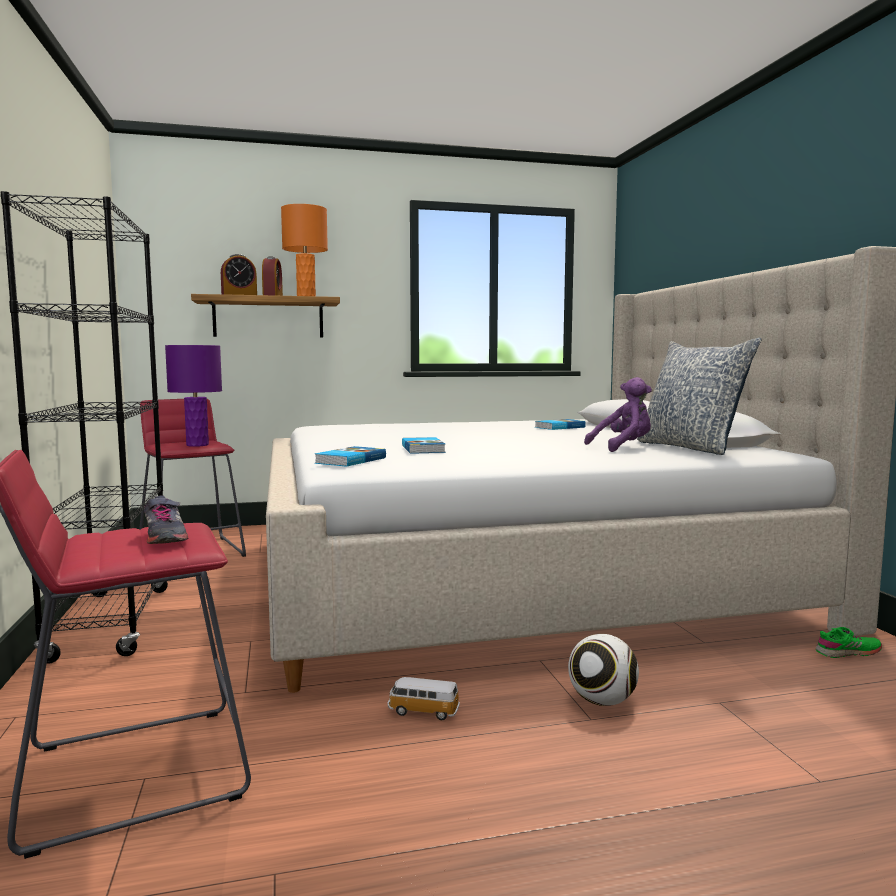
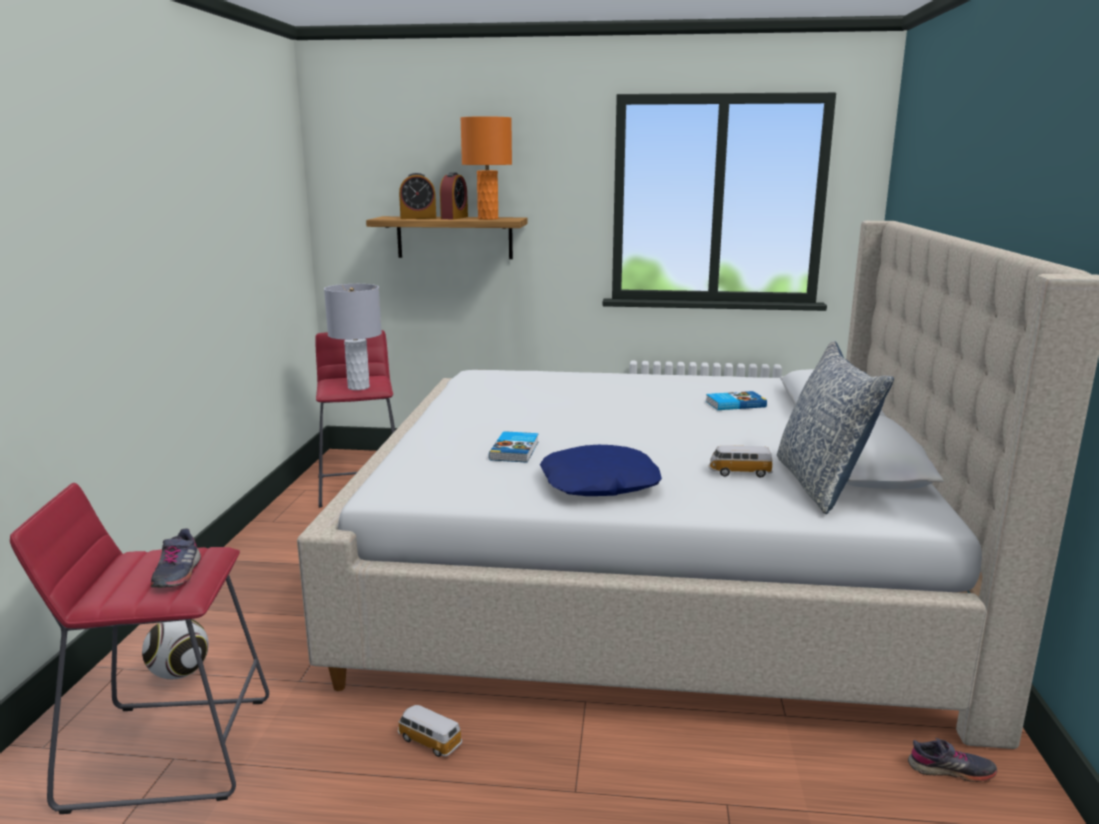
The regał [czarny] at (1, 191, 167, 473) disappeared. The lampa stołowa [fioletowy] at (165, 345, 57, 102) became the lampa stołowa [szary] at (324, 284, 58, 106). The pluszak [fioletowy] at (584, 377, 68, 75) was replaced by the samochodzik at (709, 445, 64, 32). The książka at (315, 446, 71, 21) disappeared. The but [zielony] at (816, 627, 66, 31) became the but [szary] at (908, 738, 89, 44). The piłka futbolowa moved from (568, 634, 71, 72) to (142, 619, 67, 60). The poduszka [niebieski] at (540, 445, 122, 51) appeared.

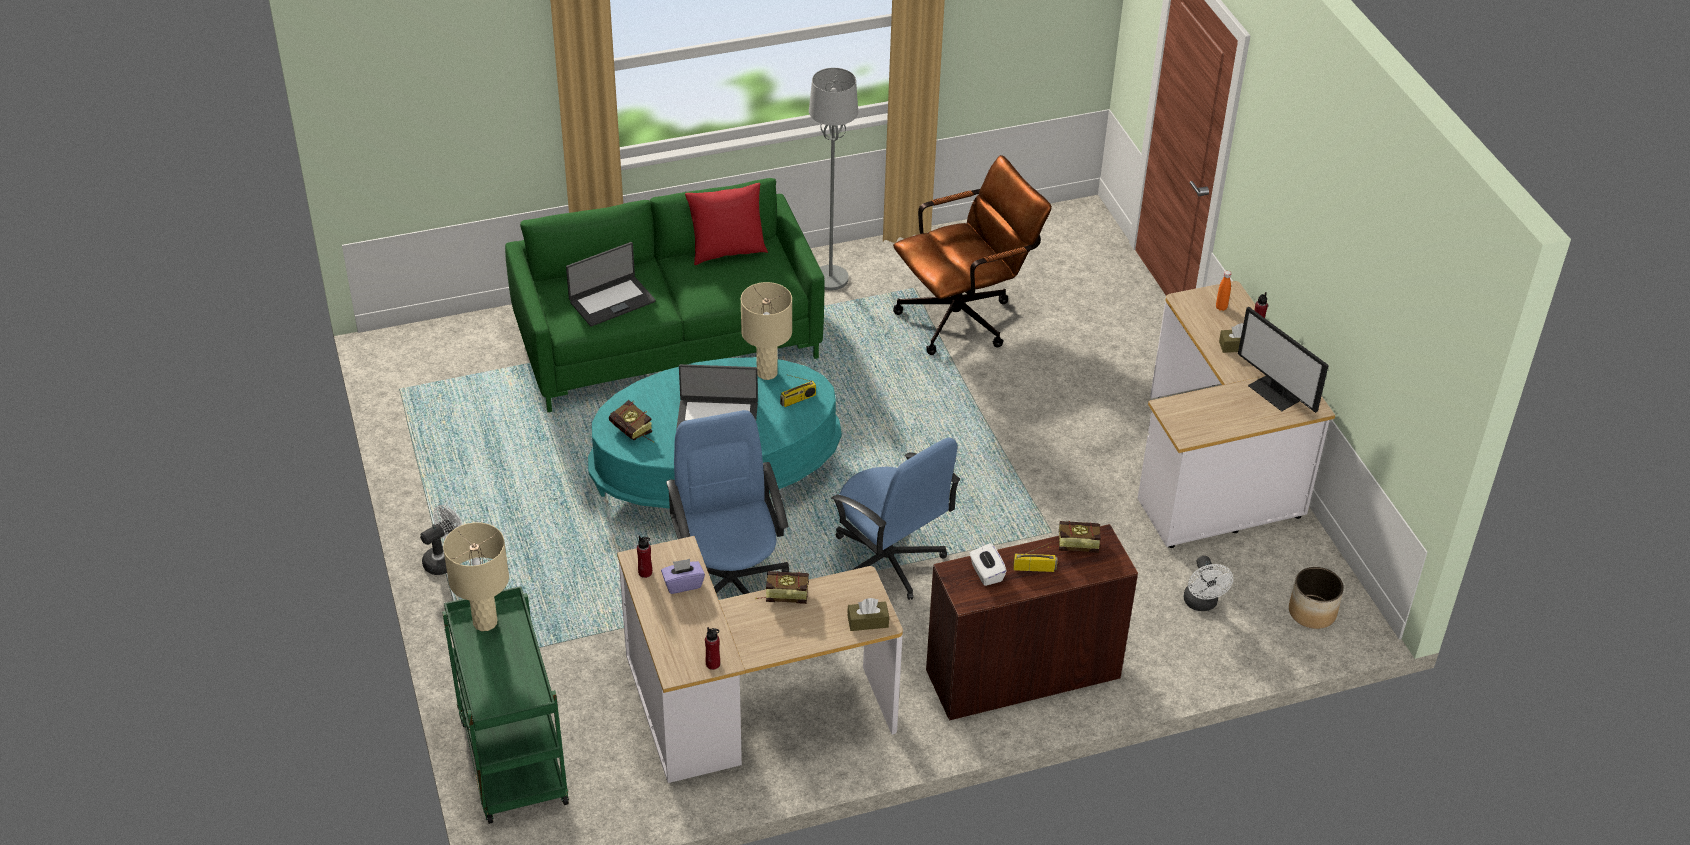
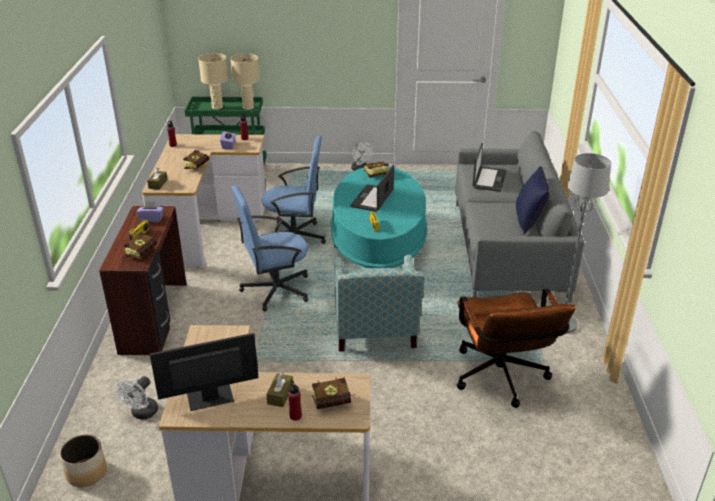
The kanapa [zielony] at (505, 178, 320, 234) became the kanapa [szary] at (455, 131, 129, 172). The poduszka [czerwony] at (685, 183, 83, 82) became the poduszka [niebieski] at (516, 166, 34, 68). The laptop at (566, 242, 90, 85) turned 150 degrees counterclockwise. The butelka [pomarańczowy] at (1216, 271, 15, 40) was replaced by the książka at (312, 377, 43, 32). The lampa stołowa [beżowy] moved from (741, 282, 51, 98) to (198, 53, 30, 56). The pudełko chusteczek [biały] at (969, 543, 38, 43) became the pudełko chusteczek [fioletowy] at (136, 201, 28, 21). The wentylator [biały] at (1184, 556, 49, 55) turned 75 degrees counterclockwise. The fotel at (334, 255, 91, 97) appeared.

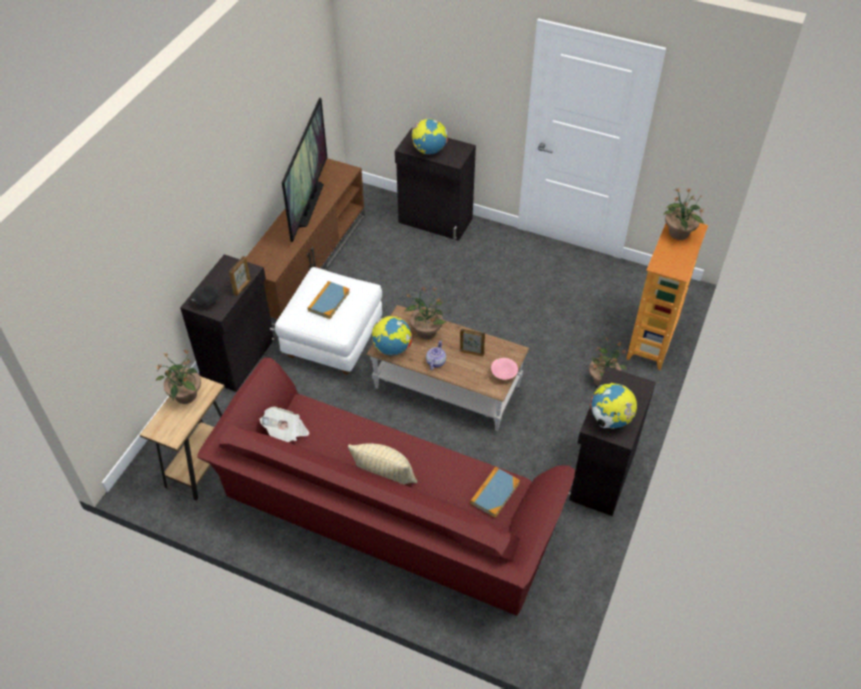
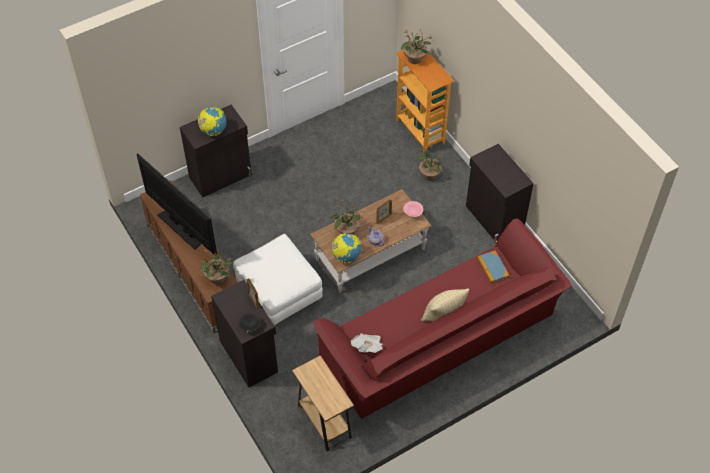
The książka at (308, 281, 42, 38) disappeared. The roślina doniczkowa moved from (156, 349, 45, 55) to (200, 250, 33, 34). The globus at (590, 383, 47, 46) disappeared.

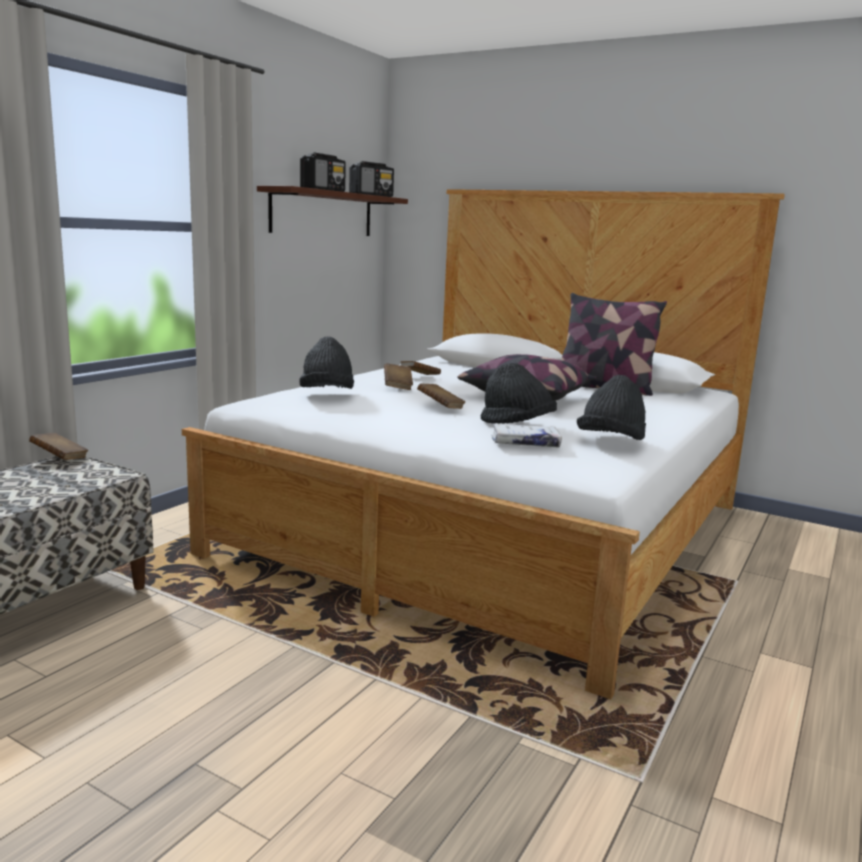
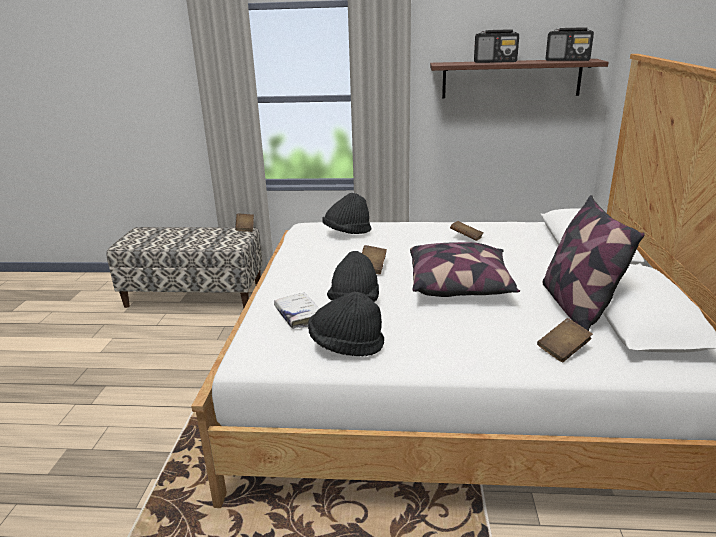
The książka [brązowy] moved from (384, 363, 29, 27) to (537, 318, 56, 44).

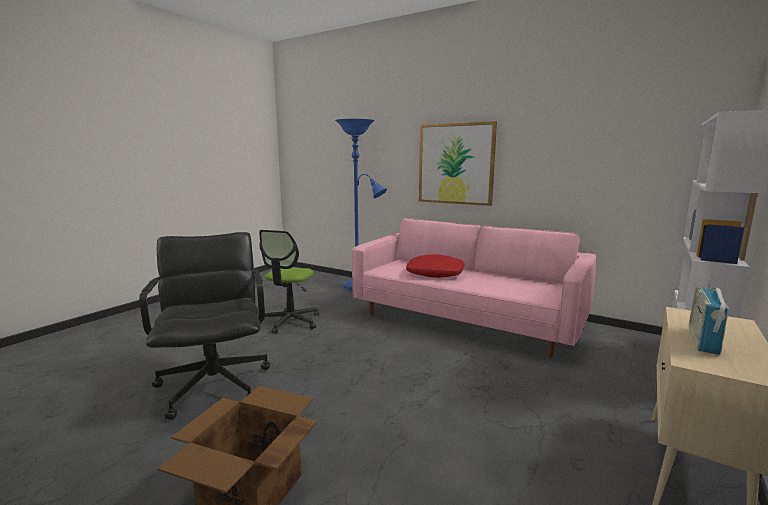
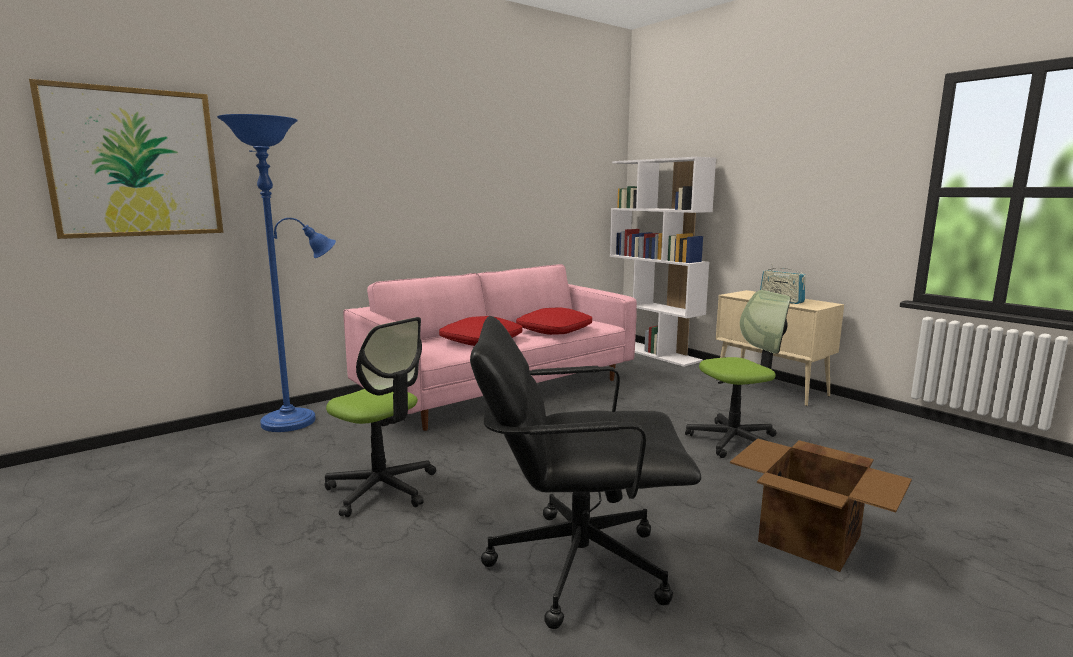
The obraz moved from (419, 121, 78, 85) to (29, 79, 195, 160). The krzesło biurowe at (685, 290, 106, 168) appeared. The poduszka [czerwony] at (516, 307, 76, 28) appeared.

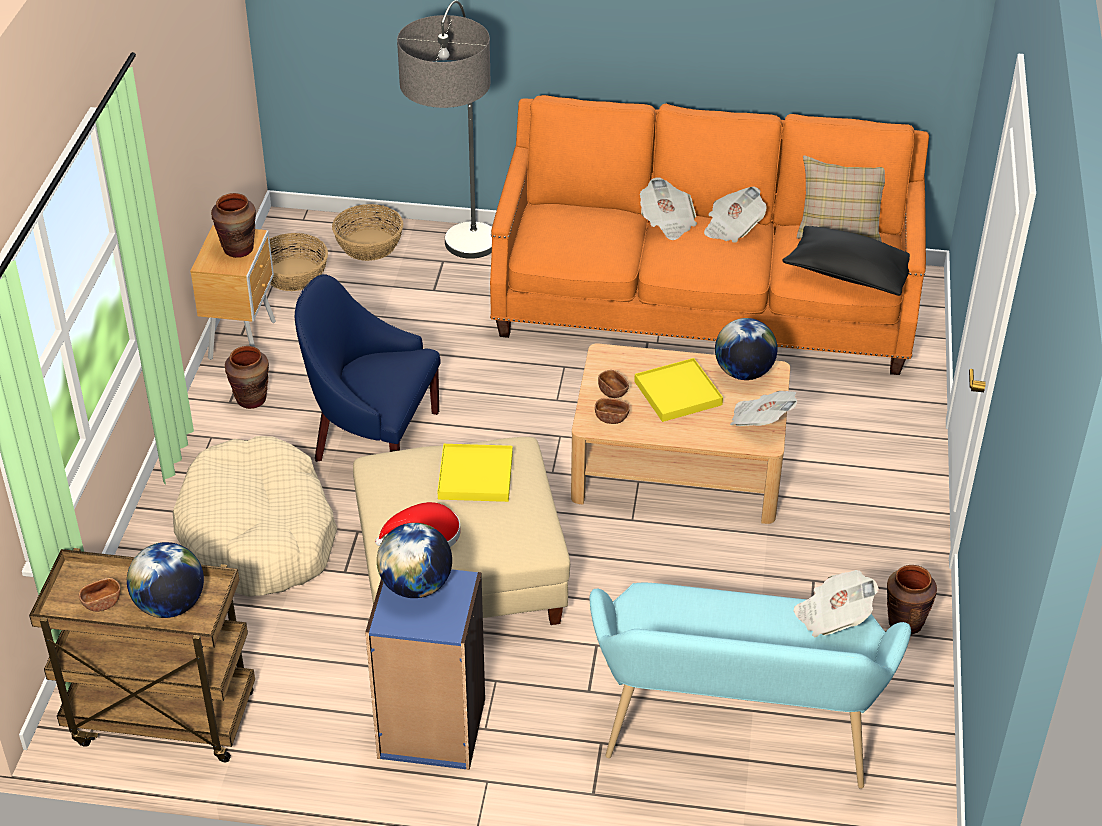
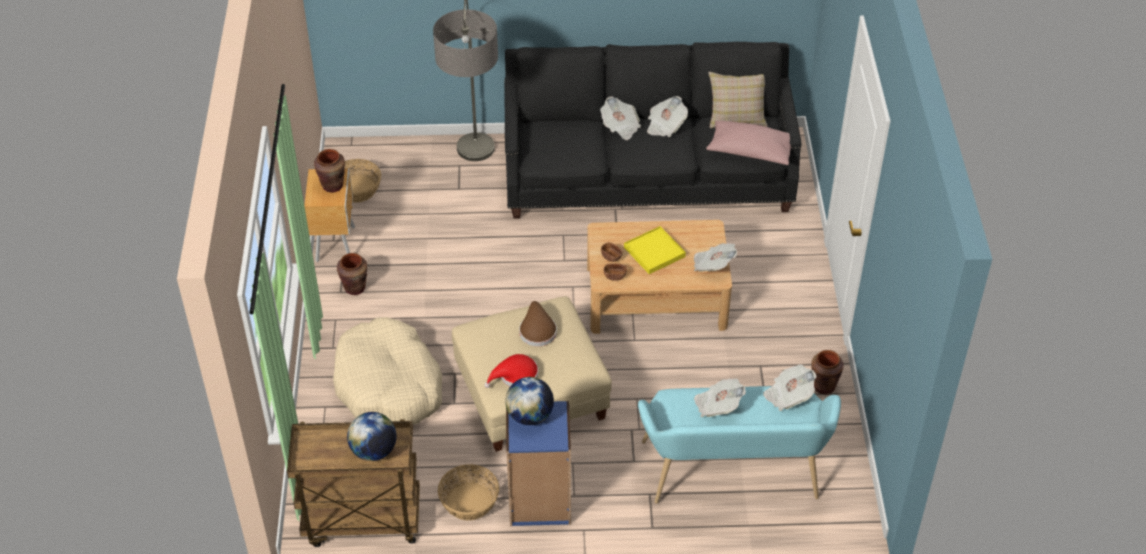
The kanapa [pomarańczowy] at (490, 95, 439, 280) became the kanapa [czarny] at (504, 42, 298, 177). The koszyk moved from (332, 204, 71, 57) to (438, 464, 61, 56). The poduszka [czarny] at (782, 226, 128, 70) became the poduszka [różowy] at (706, 120, 85, 45). The fotel [niebieski] at (295, 274, 146, 188) disappeared. The globus at (715, 318, 62, 62) disappeared. The taca [żółty] at (438, 444, 75, 58) was replaced by the kapelusz [brązowy] at (519, 301, 38, 45). The miska [brązowy] at (79, 578, 42, 34) disappeared. The gazeta at (694, 378, 52, 39) appeared.

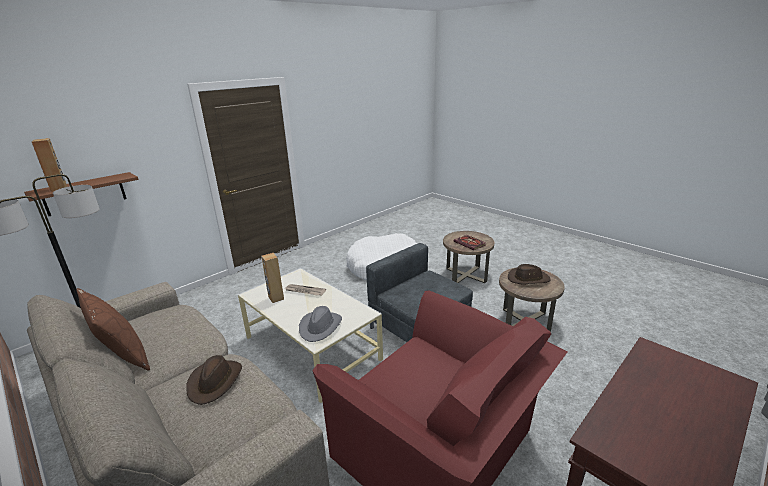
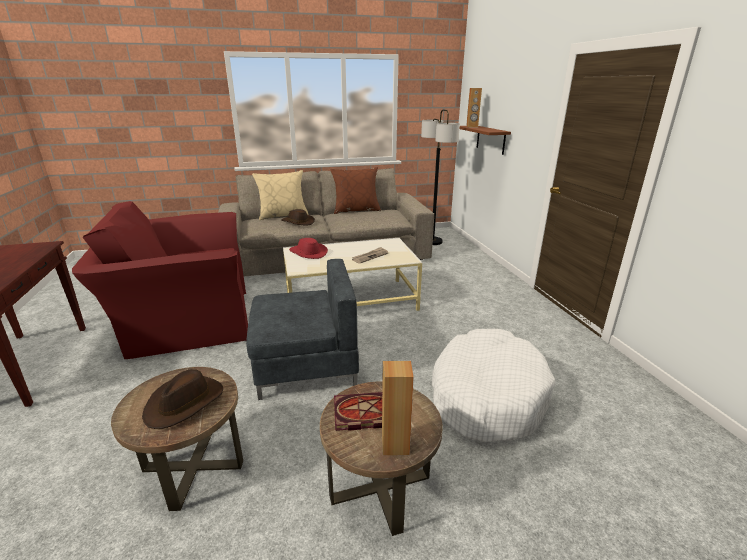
The głośnik [brązowy] moved from (261, 253, 23, 50) to (382, 361, 32, 94). The kapelusz [szary] at (299, 306, 43, 36) became the kapelusz [czerwony] at (289, 238, 39, 21). The poduszka [beżowy] at (252, 170, 57, 50) appeared.

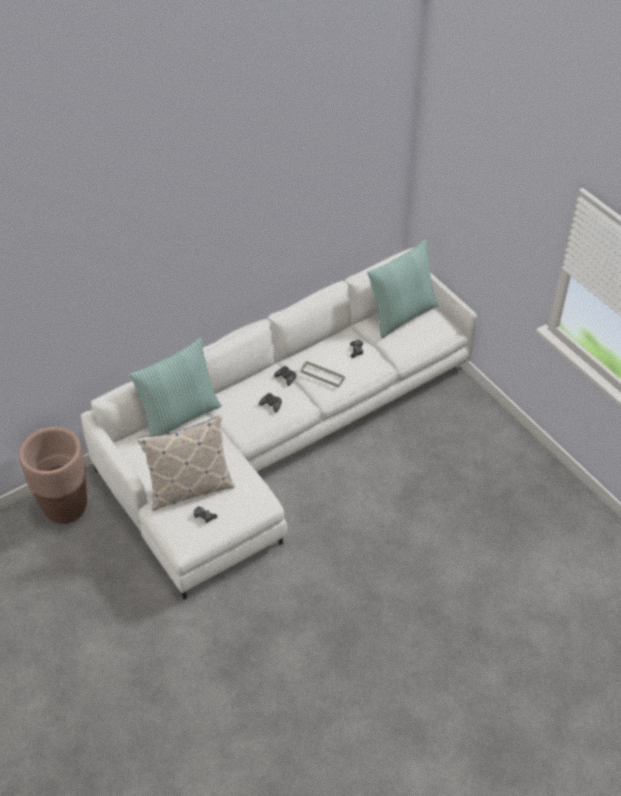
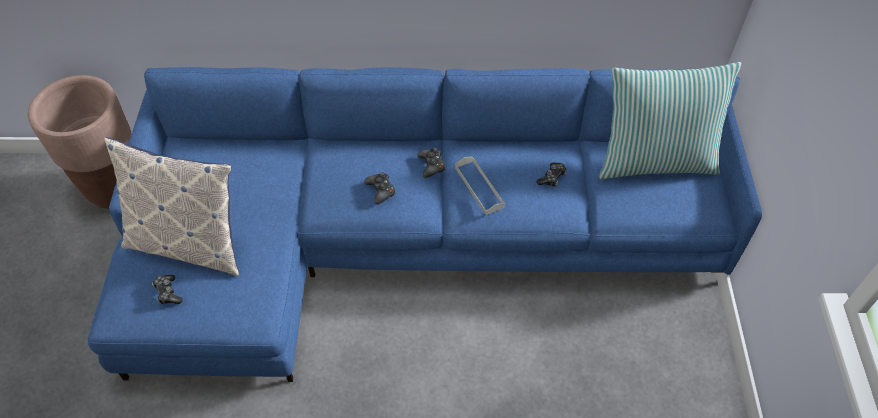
The kanapa [biały] at (80, 248, 397, 352) became the kanapa [niebieski] at (88, 67, 674, 315). The poduszka at (129, 338, 93, 98) disappeared.

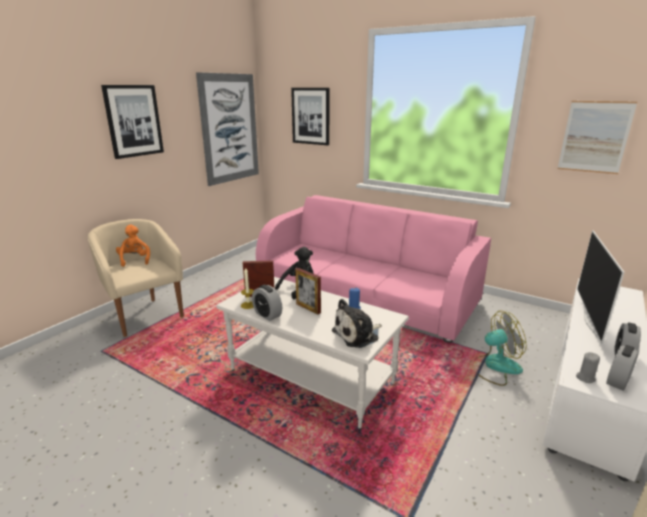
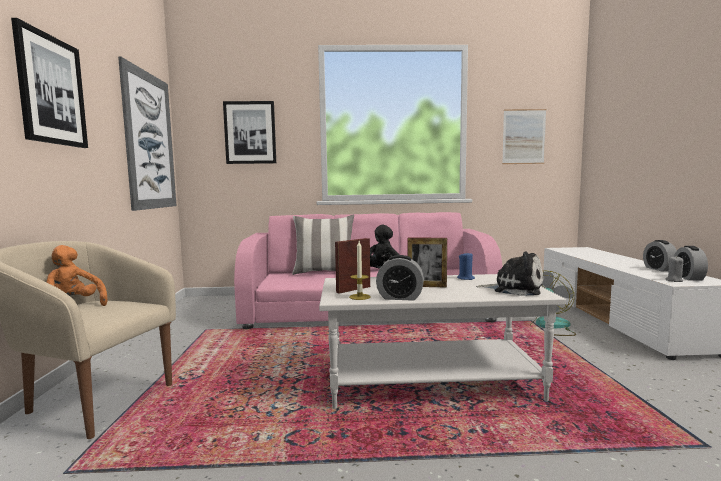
The telewizor at (577, 230, 47, 114) disappeared. The pluszak at (332, 299, 50, 49) turned 90 degrees counterclockwise. The poduszka at (292, 215, 62, 60) appeared.

